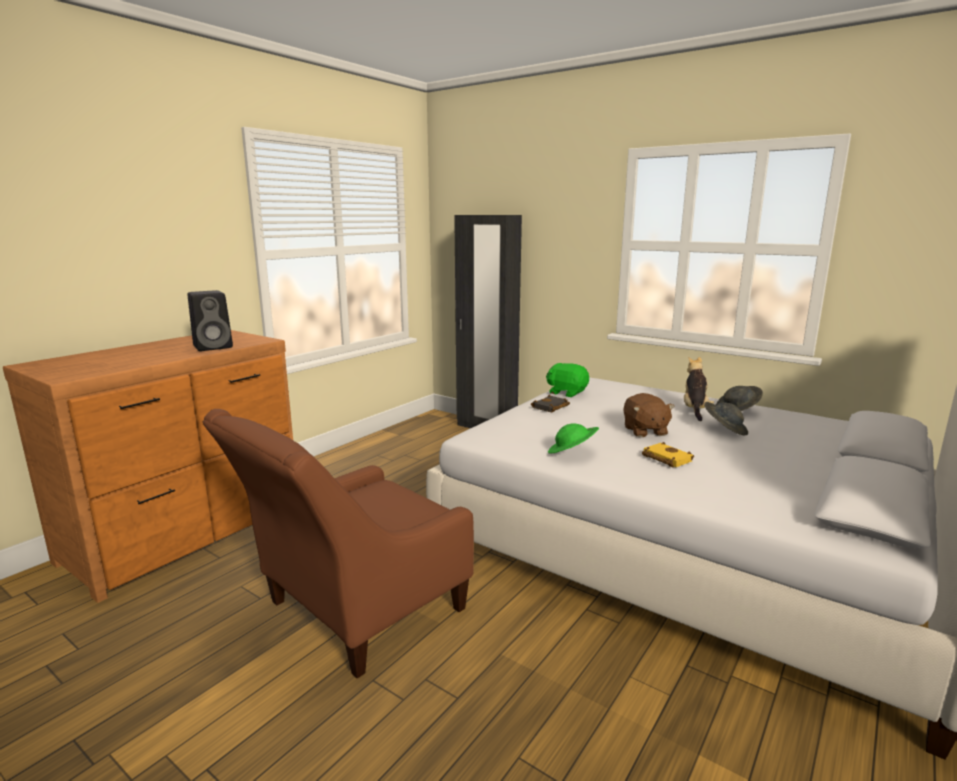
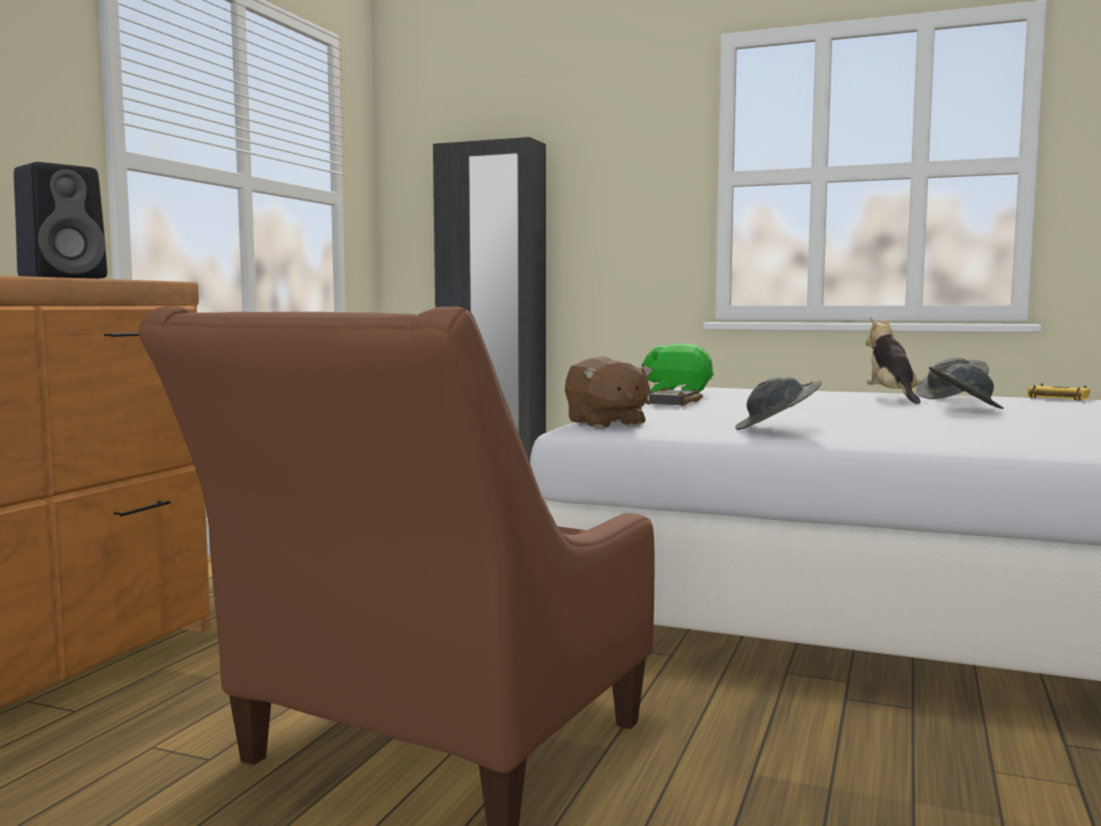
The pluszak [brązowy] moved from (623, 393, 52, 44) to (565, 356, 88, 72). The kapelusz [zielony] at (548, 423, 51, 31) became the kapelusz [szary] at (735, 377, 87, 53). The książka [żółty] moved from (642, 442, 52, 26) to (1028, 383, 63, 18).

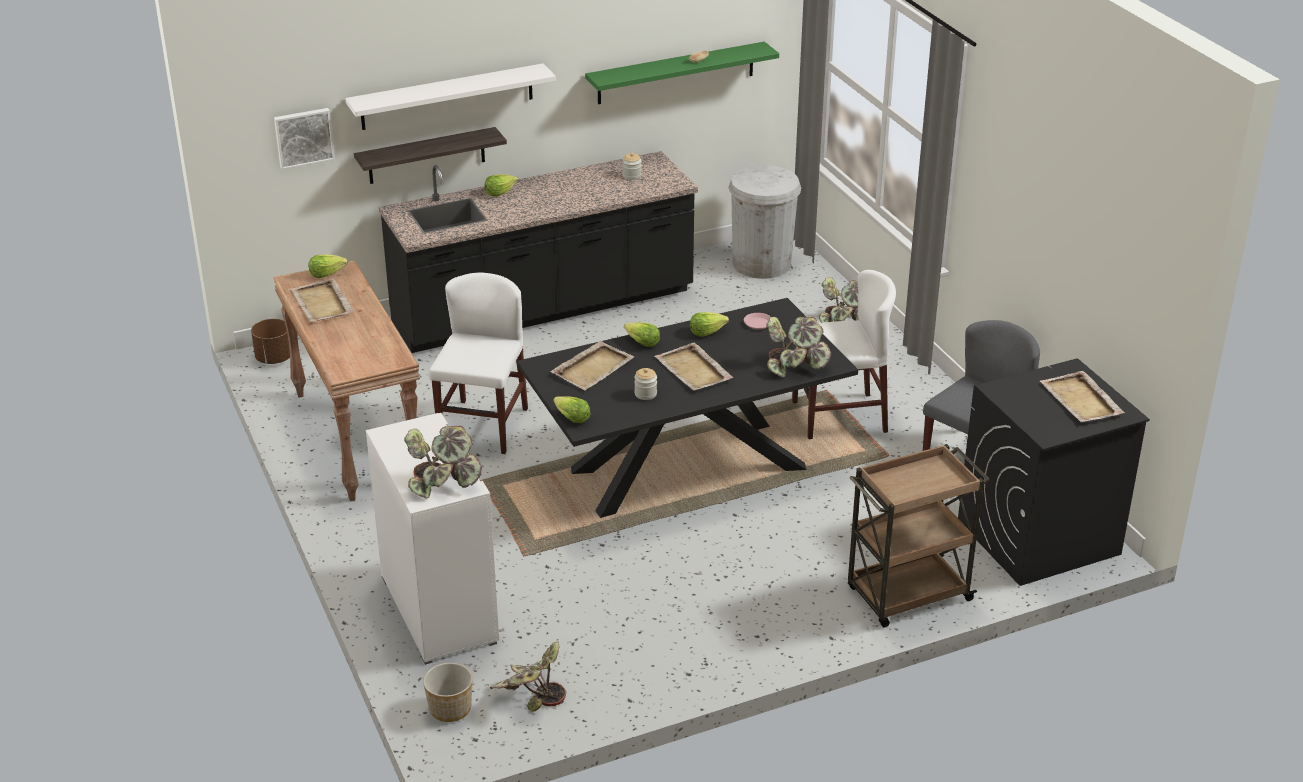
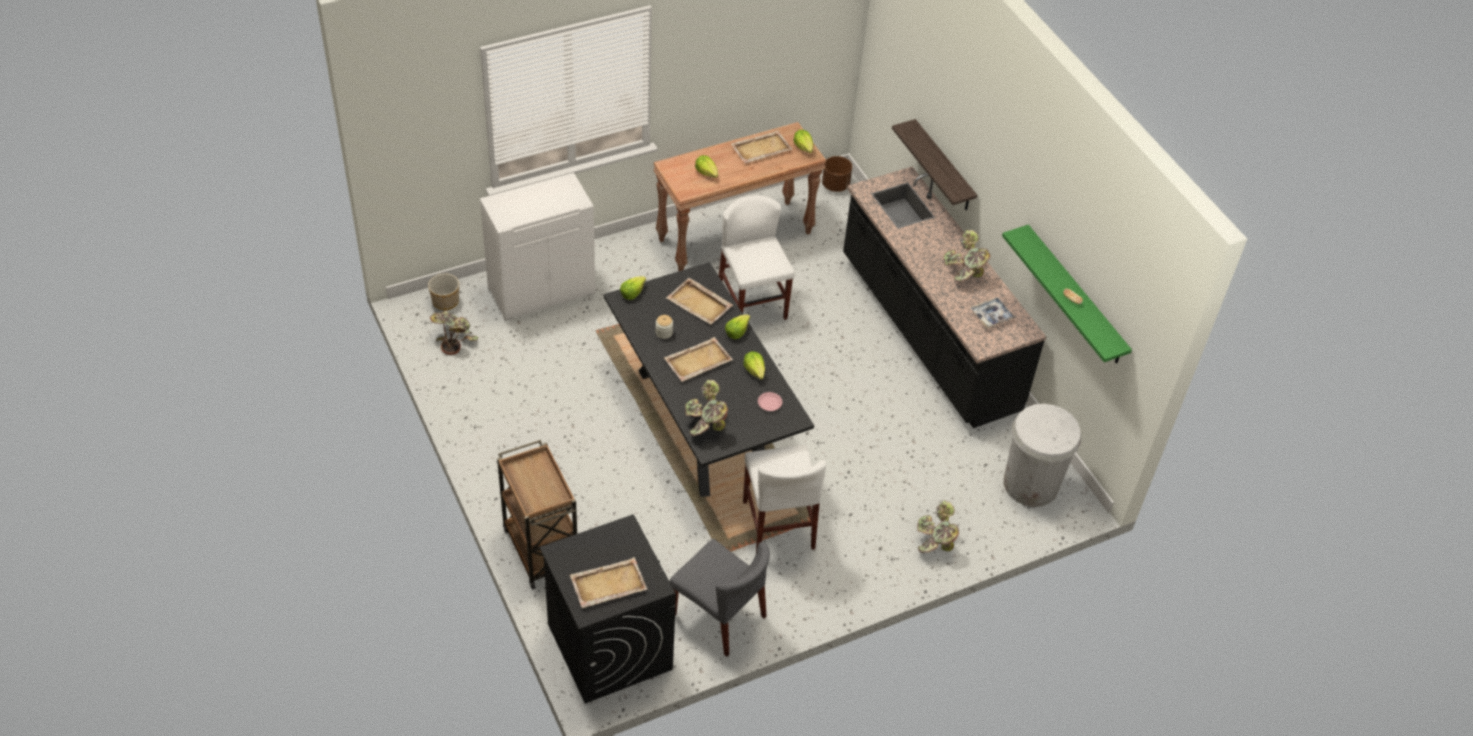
The półka [biały] at (345, 63, 211, 67) disappeared. The obraz at (274, 108, 61, 62) disappeared. The słoik at (622, 153, 19, 27) was replaced by the taca at (970, 297, 45, 31). The sałata moved from (485, 174, 33, 23) to (695, 155, 23, 23). The krzesło [biały] at (429, 273, 99, 181) turned 120 degrees counterclockwise. The roślina doniczkowa moved from (404, 426, 78, 72) to (944, 230, 46, 52).

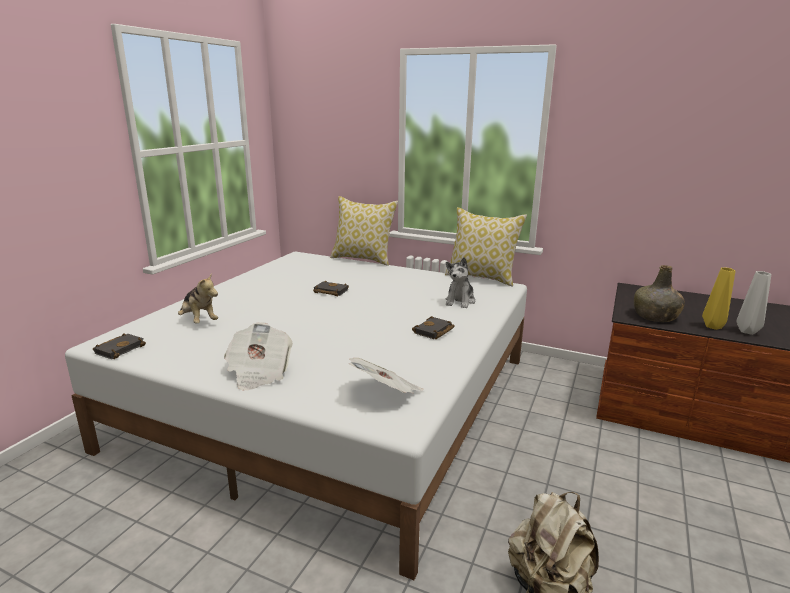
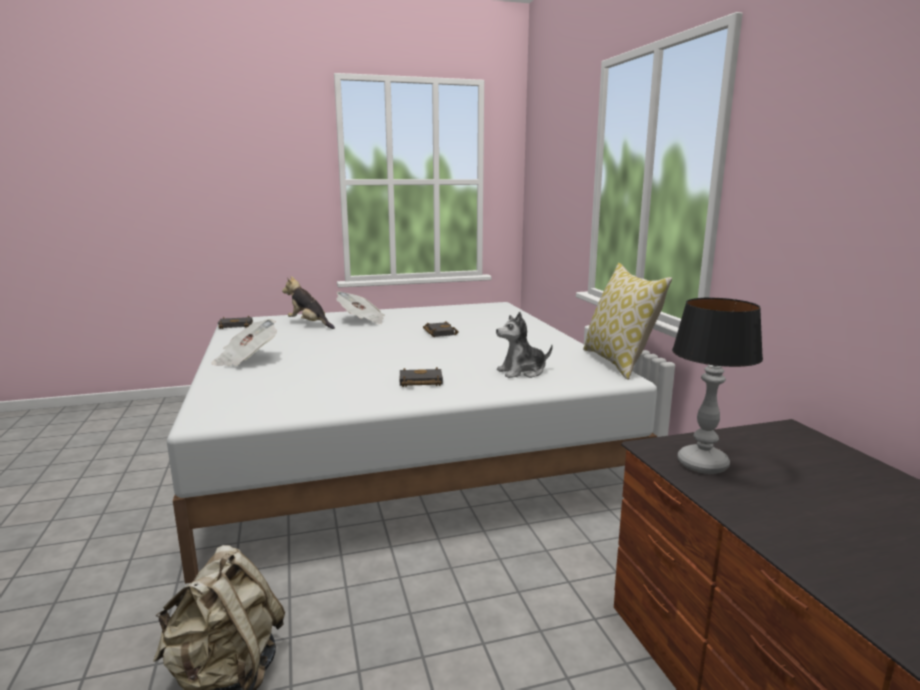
The poduszka at (330, 196, 68, 70) disappeared. The butelka [zielony] at (634, 265, 51, 57) was replaced by the lampa stołowa at (672, 298, 91, 176). The wazon [żółty] at (702, 267, 33, 63) disappeared. The wazon [szary] at (736, 271, 35, 64) disappeared. The pluszak at (178, 273, 40, 50) turned 120 degrees clockwise. The gazeta moved from (348, 358, 76, 35) to (337, 292, 48, 32).

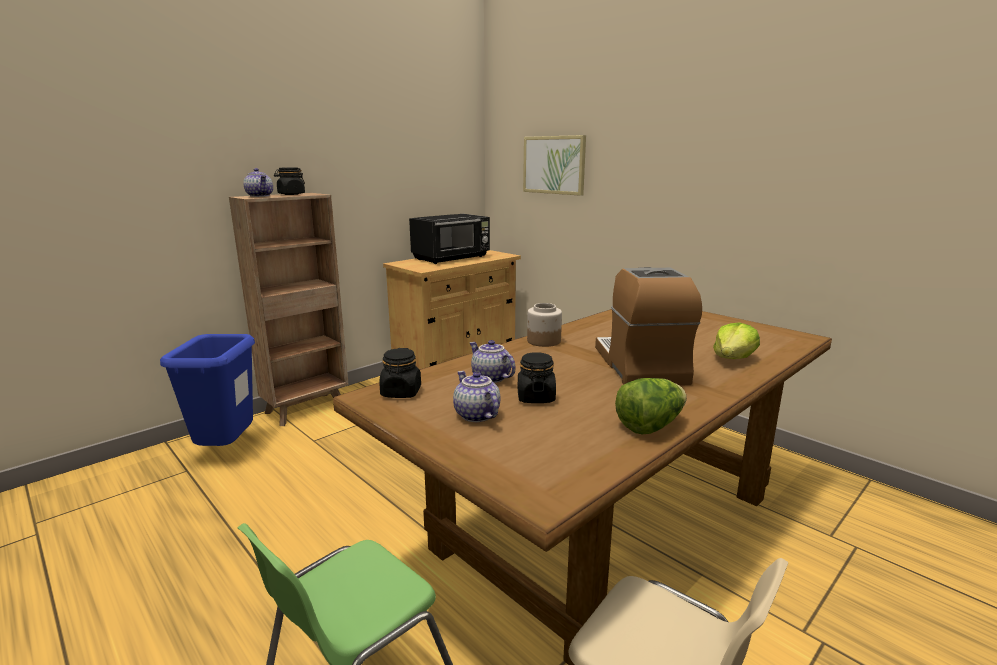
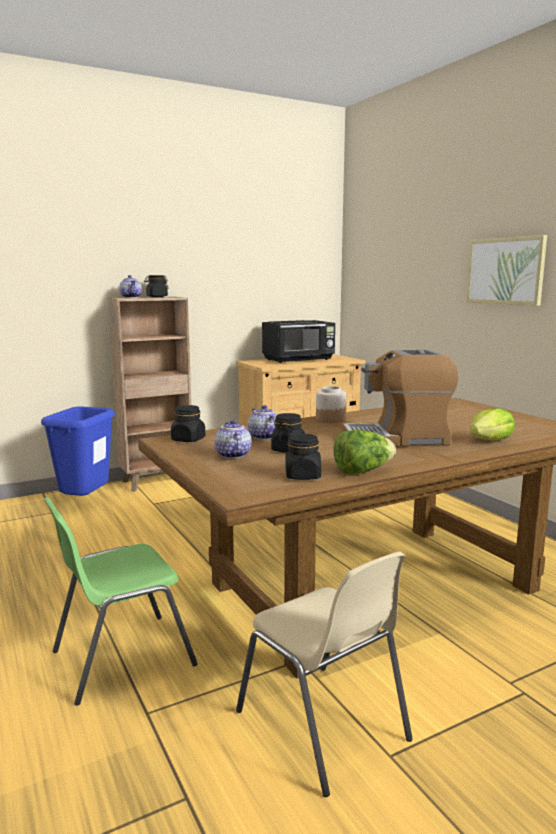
The obraz moved from (523, 135, 63, 61) to (466, 235, 81, 71). The ekspres do kawy at (595, 267, 107, 119) turned 105 degrees counterclockwise. The słoik [czarny] at (285, 434, 36, 46) appeared.

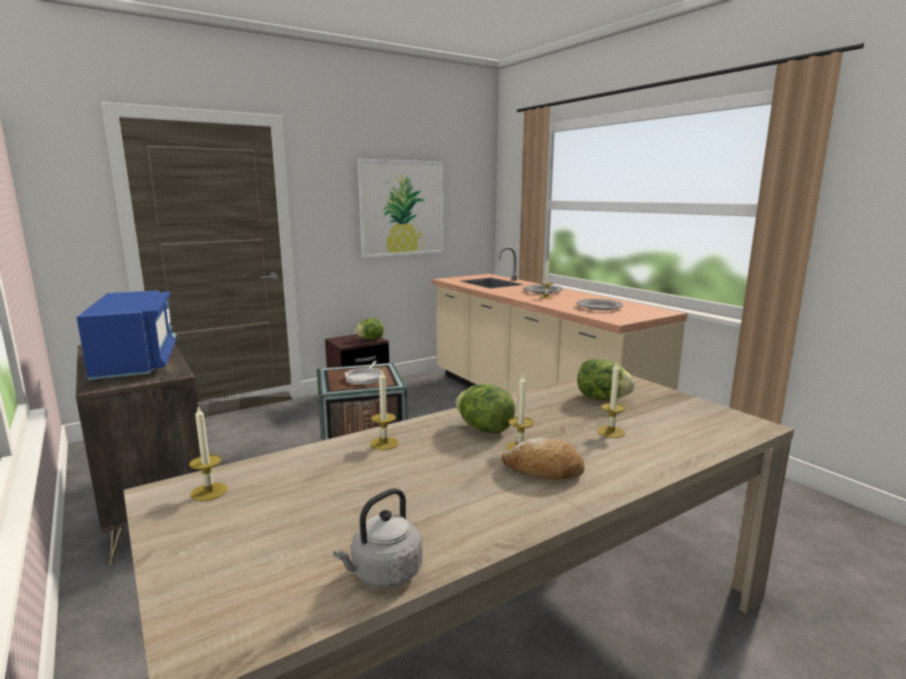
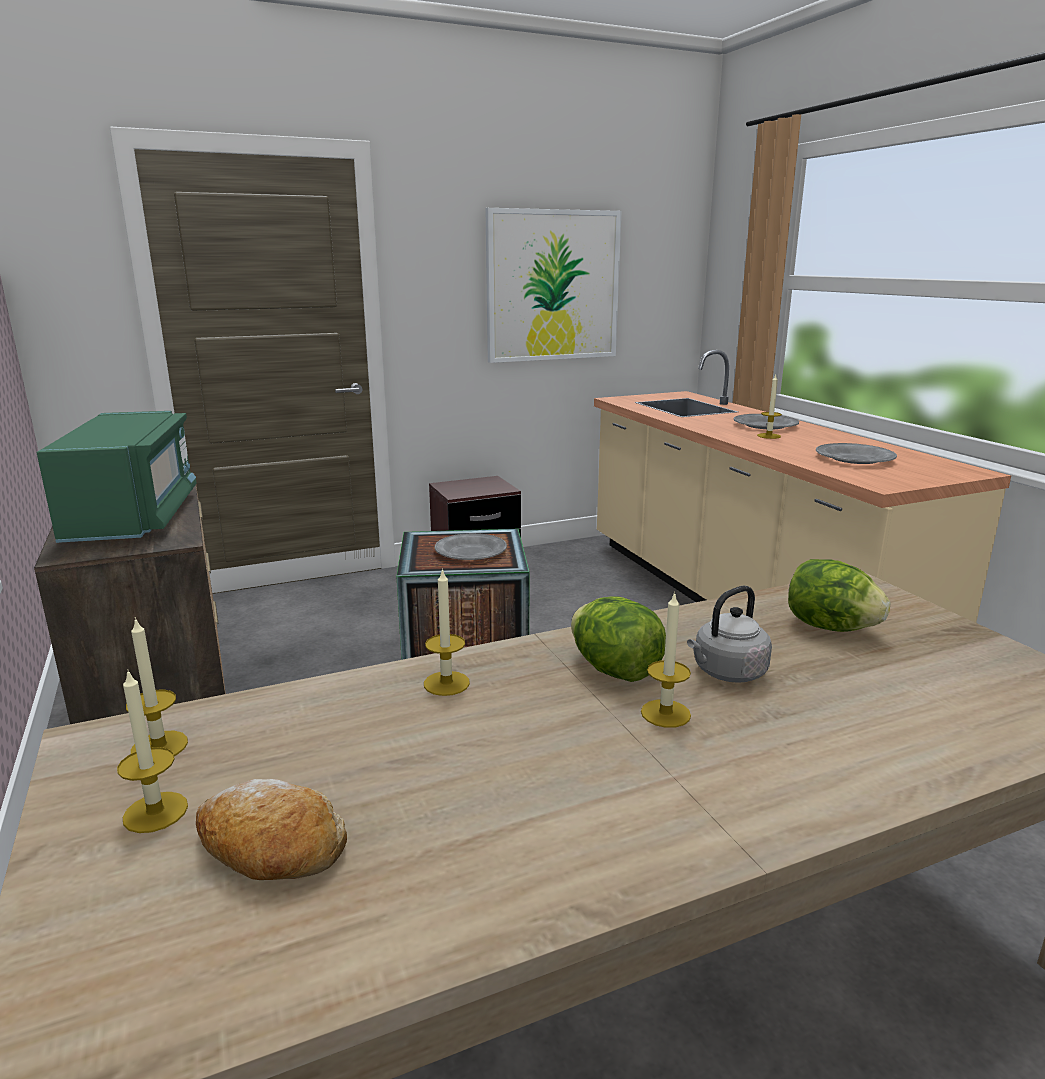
The mikrofalówka [niebieski] at (77, 290, 99, 90) became the mikrofalówka [zielony] at (37, 411, 160, 132). The sałata at (354, 318, 30, 22) disappeared. The patelnia at (345, 361, 39, 24) was replaced by the talerz [szary] at (435, 533, 72, 27). The świeca moved from (597, 362, 28, 76) to (117, 671, 71, 162). The chleb moved from (502, 438, 83, 42) to (196, 779, 151, 101). The czajnik [szary] moved from (333, 488, 90, 99) to (687, 586, 85, 97).

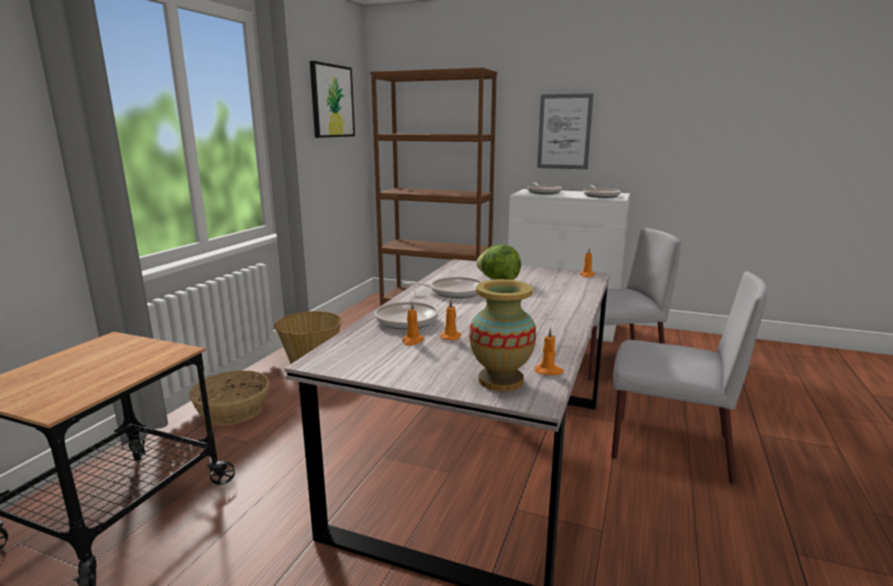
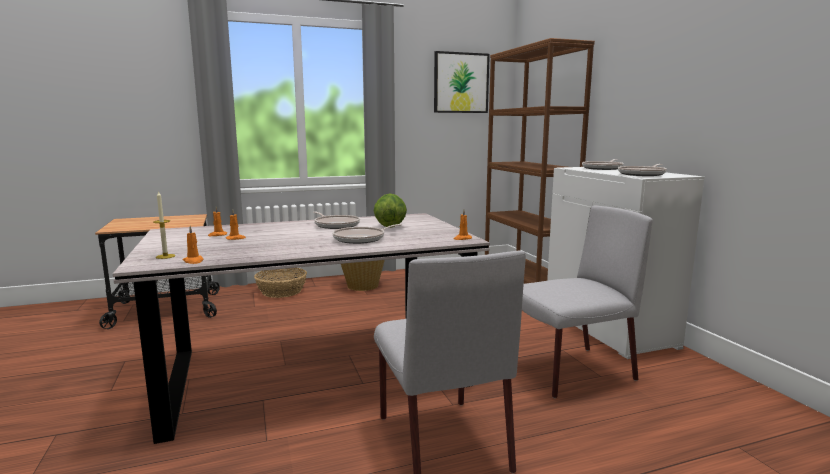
The obraz at (537, 93, 56, 76) disappeared. The krzesło [szary] at (588, 228, 93, 153) turned 60 degrees counterclockwise. The wazon at (469, 279, 67, 112) was replaced by the świeca at (153, 191, 22, 68). The patelnia moved from (375, 291, 63, 38) to (332, 224, 70, 20).

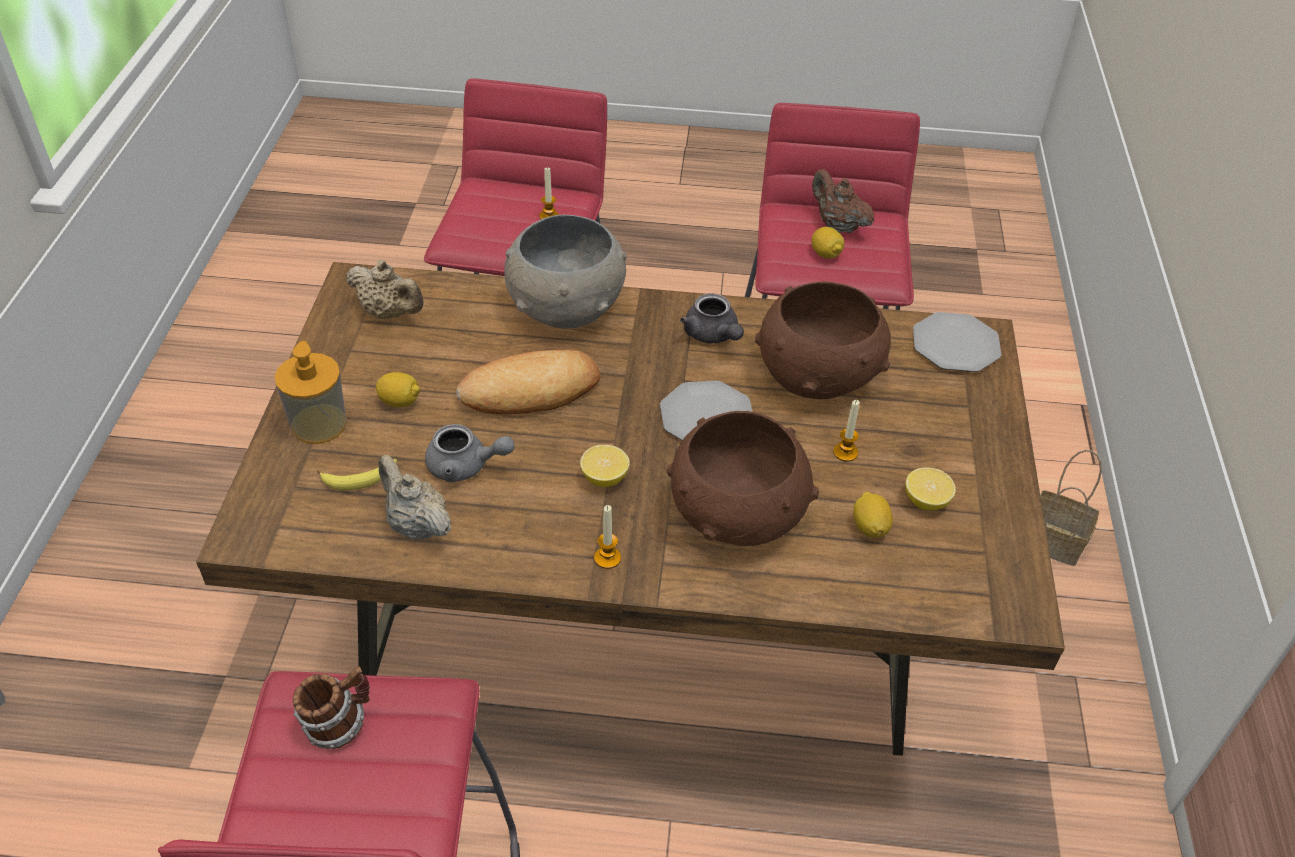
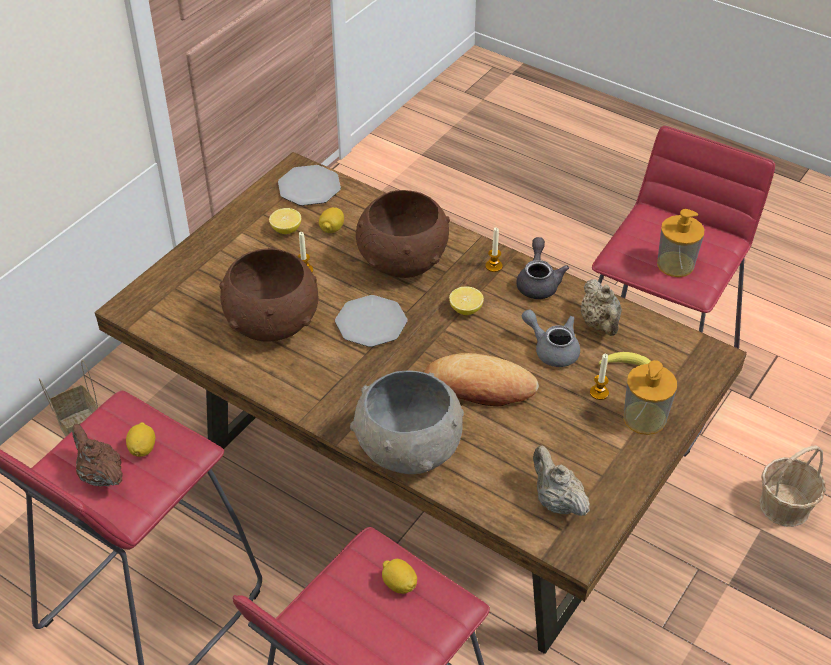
The świeca moved from (539, 168, 20, 51) to (590, 354, 19, 46). The imbryk [brązowy] at (812, 169, 63, 64) turned 150 degrees clockwise. The imbryk [szary] moved from (680, 293, 64, 51) to (516, 237, 53, 62). The talerz moved from (913, 312, 88, 60) to (278, 165, 63, 41). The cytryna moved from (376, 372, 44, 36) to (382, 559, 35, 35). The kubek at (292, 666, 78, 83) was replaced by the dozownik mydła at (657, 209, 47, 68). The koszyk at (760, 445, 66, 82) appeared.

